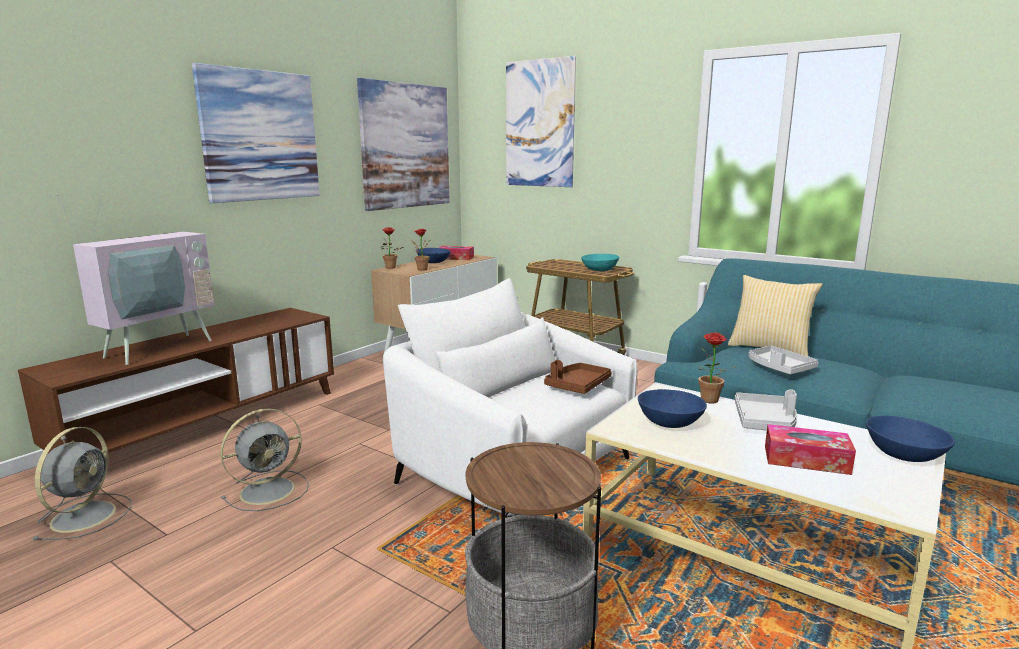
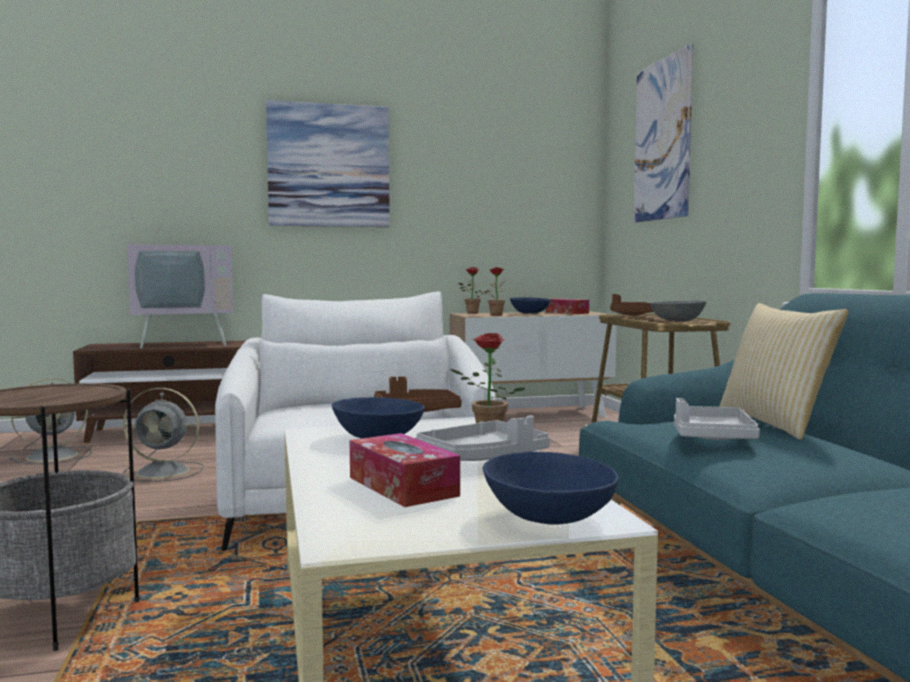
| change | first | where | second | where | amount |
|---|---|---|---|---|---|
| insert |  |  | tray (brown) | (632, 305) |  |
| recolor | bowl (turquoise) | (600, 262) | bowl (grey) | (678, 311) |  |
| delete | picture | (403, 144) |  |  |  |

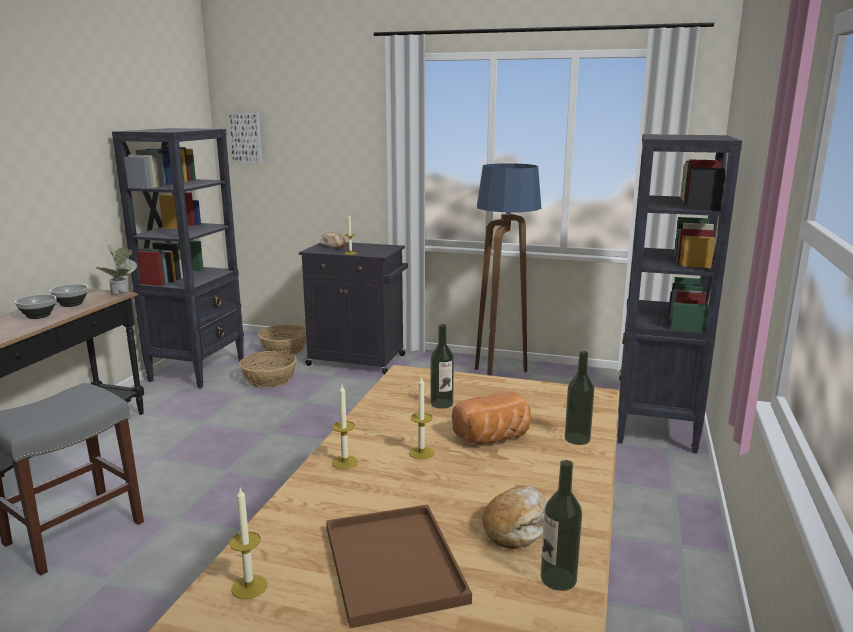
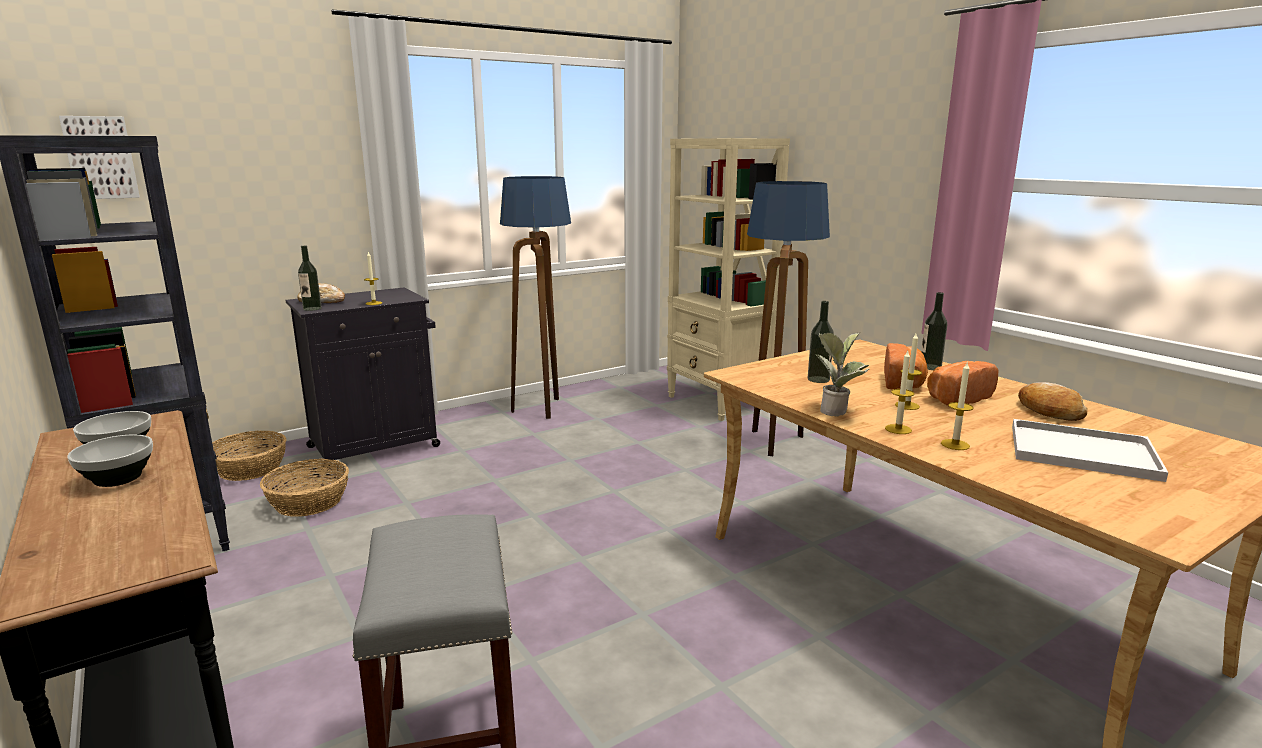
| change | first | where | second | where | amount |
|---|---|---|---|---|---|
| move | bottle | (561, 525) |  | (310, 278) |  |
| recolor | bookcase (black) | (679, 293) | bookcase (beige) | (728, 279) |  |
| insert |  |  | floor lamp | (788, 318) |  |
| move | potted plant | (116, 269) |  | (842, 374) |  |
| insert |  |  | bread | (963, 383) |  |
| move | candle | (248, 543) |  | (957, 405) |  |
| recolor | tray (brown) | (399, 566) | tray (white) | (1090, 450) |  |

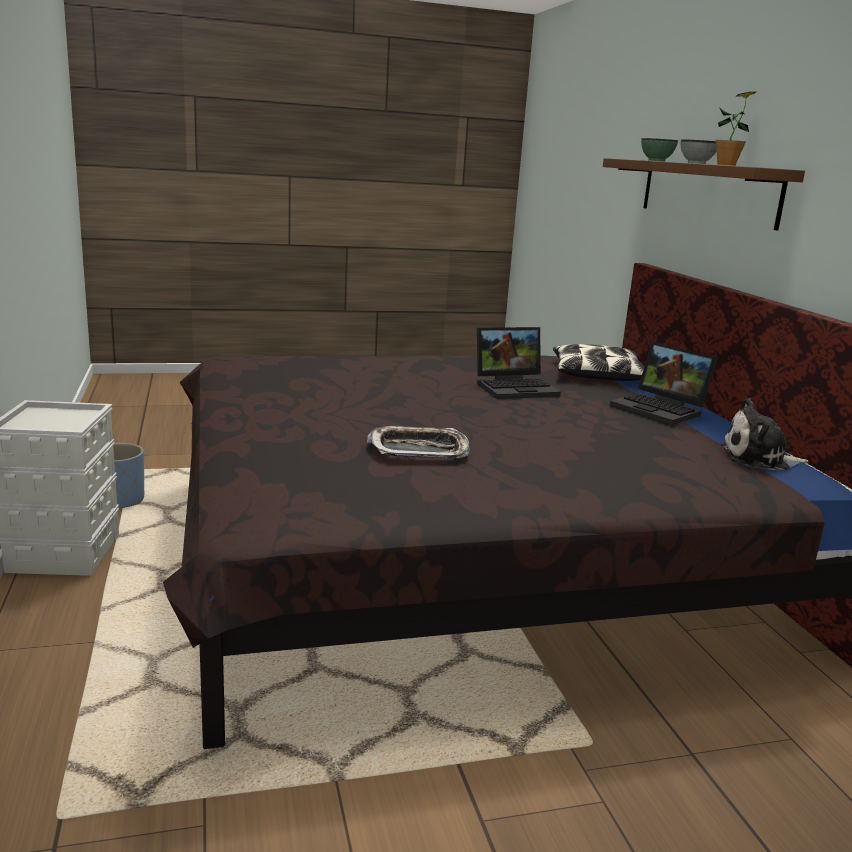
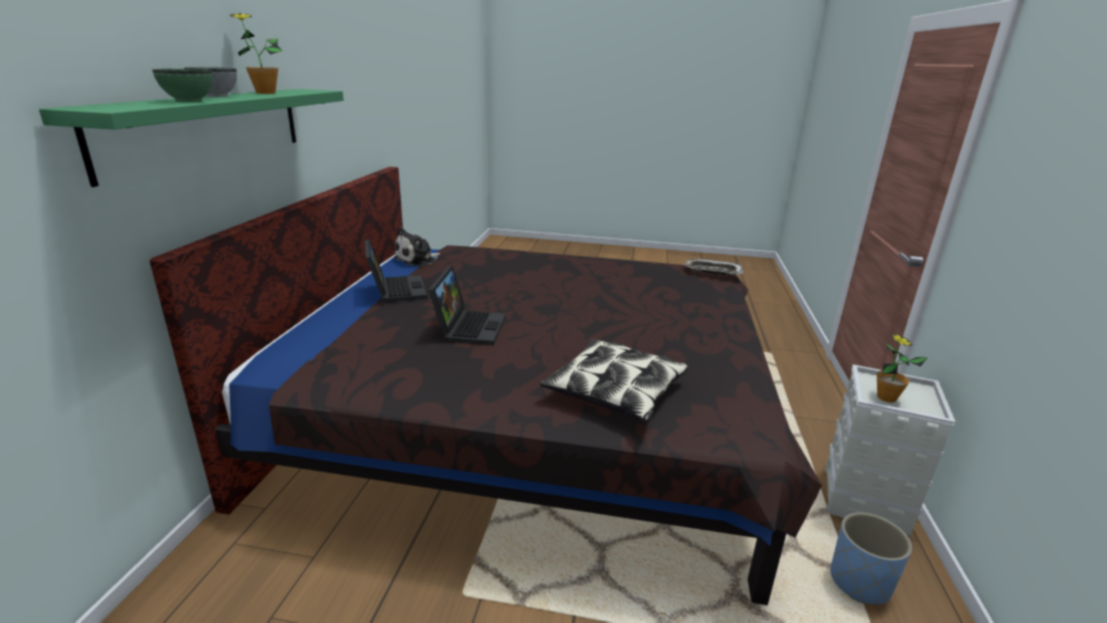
| change | first | where | second | where | amount |
|---|---|---|---|---|---|
| recolor | shelf (brown) | (704, 194) | shelf (green) | (191, 138) |  |
| rotate | plush toy | (764, 434) |  | (417, 246) | 105 degrees clockwise |
| rotate | laptop | (519, 363) |  | (467, 305) | 90 degrees clockwise |
| move | pillow | (598, 362) |  | (614, 380) |  |
| move | tray | (418, 442) |  | (714, 267) |  |
| insert |  |  | potted plant | (902, 368) |  |

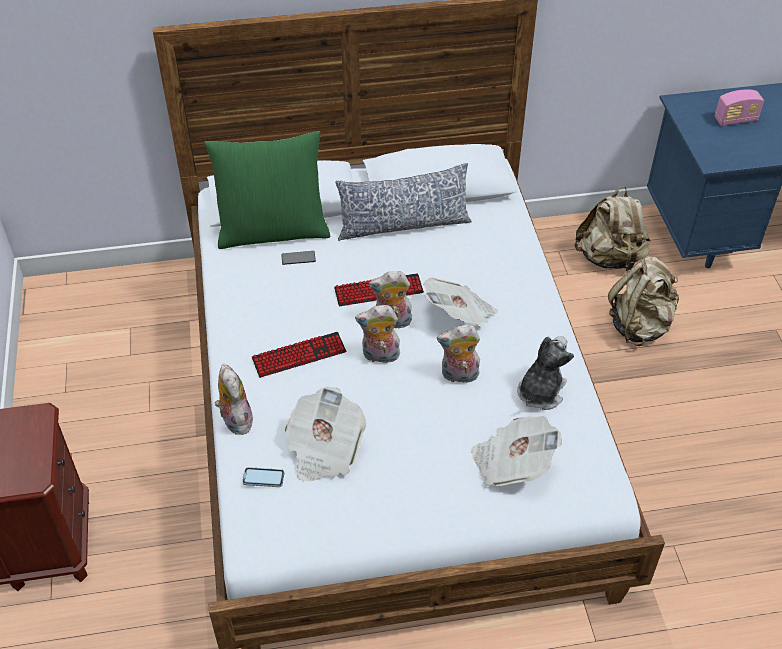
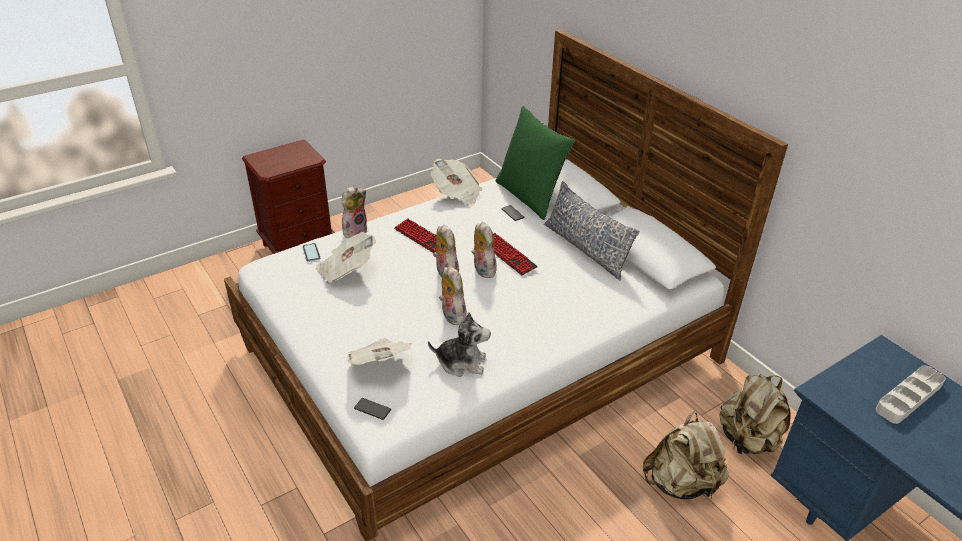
| change | first | where | second | where | amount |
|---|---|---|---|---|---|
| insert |  |  | phone | (372, 409) |  |
| move | newspaper | (460, 302) |  | (456, 182) |  |
| replace | radio | (739, 107) | tray (grey) | (911, 395) |  |

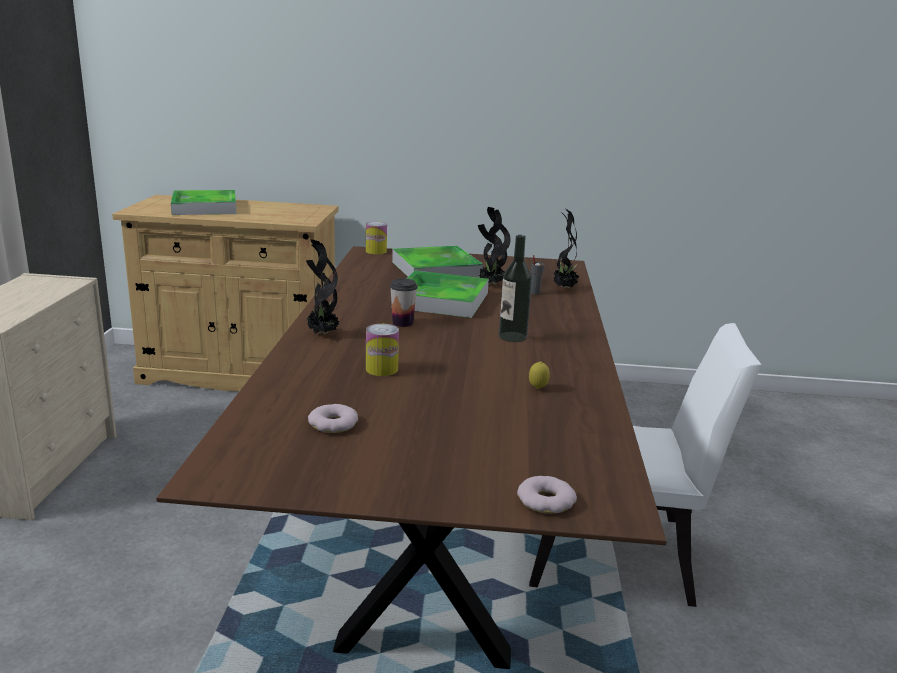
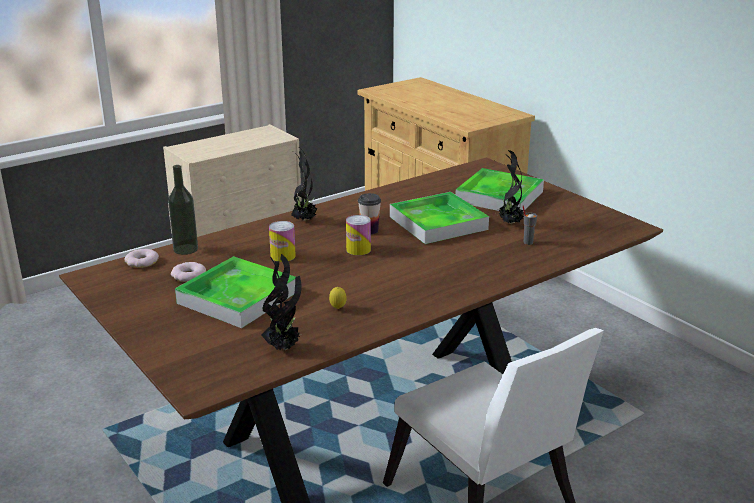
| change | first | where | second | where | amount |
|---|---|---|---|---|---|
| move | donut | (547, 495) |  | (141, 258) |  |
| move | bottle | (515, 288) |  | (183, 210) |  |
| move | tray | (204, 202) |  | (235, 292) |  |
| move | potted plant | (564, 249) |  | (282, 302) |  |
| move | can | (376, 237) |  | (358, 235) |  |

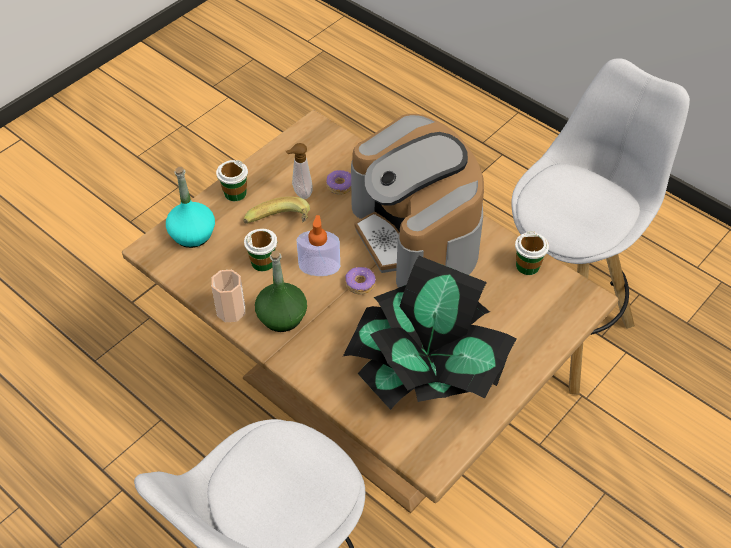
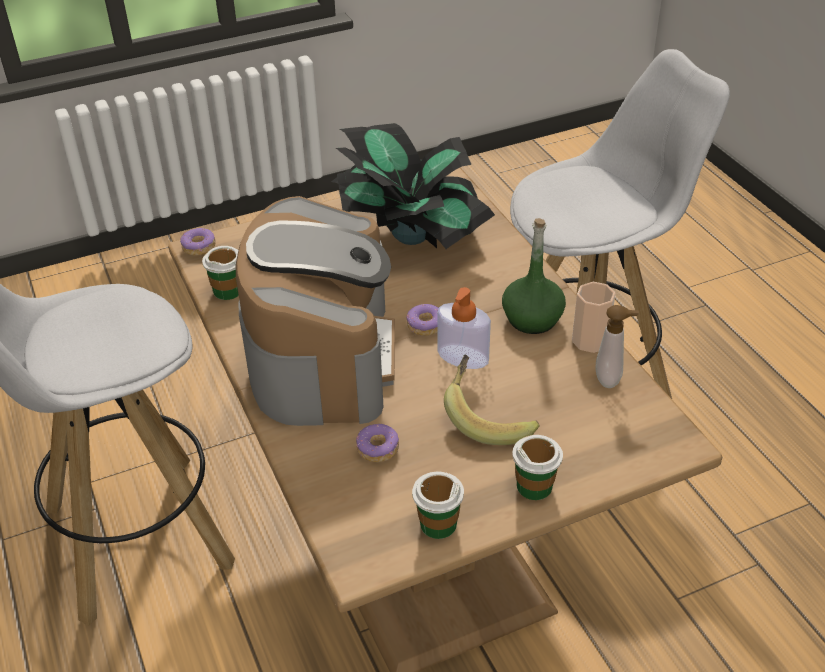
| change | first | where | second | where | amount |
|---|---|---|---|---|---|
| insert |  |  | donut | (198, 242) |  |
| move | cup | (260, 250) |  | (438, 505) |  |
| move | soap dispenser | (299, 171) |  | (617, 346) |  |
| delete | bottle (turquoise) | (190, 207) |  |  |  |

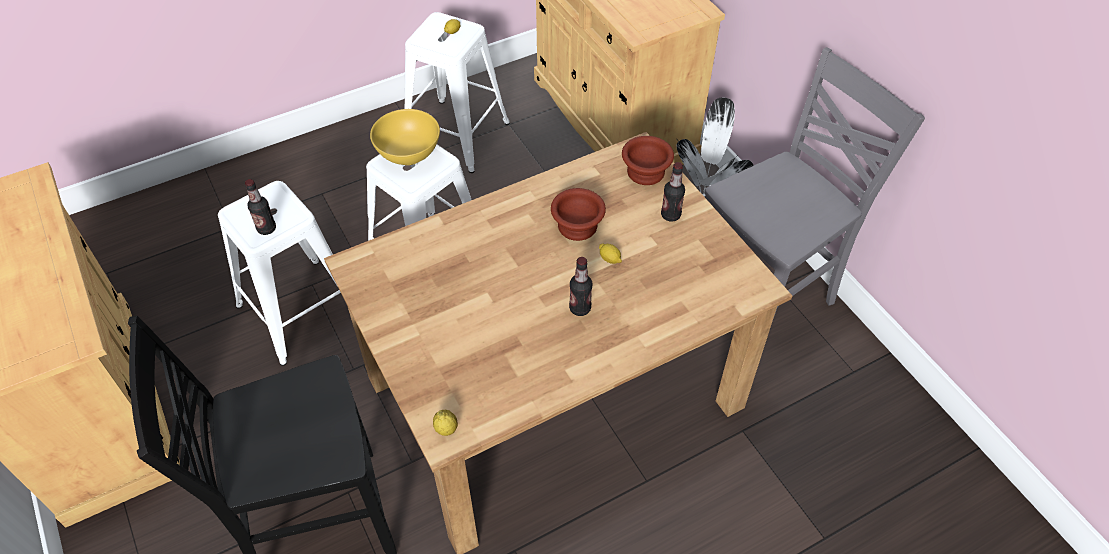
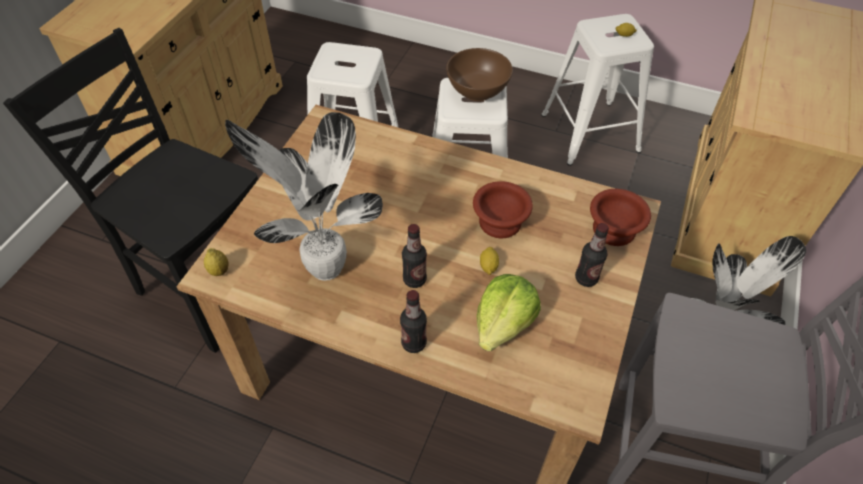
| change | first | where | second | where | amount |
|---|---|---|---|---|---|
| insert |  |  | potted plant | (304, 196) |  |
| move | bottle | (260, 207) |  | (413, 321) |  |
| recolor | bowl (yellow) | (405, 137) | bowl (brown) | (479, 74) |  |
| insert |  |  | lettuce | (509, 312) |  |

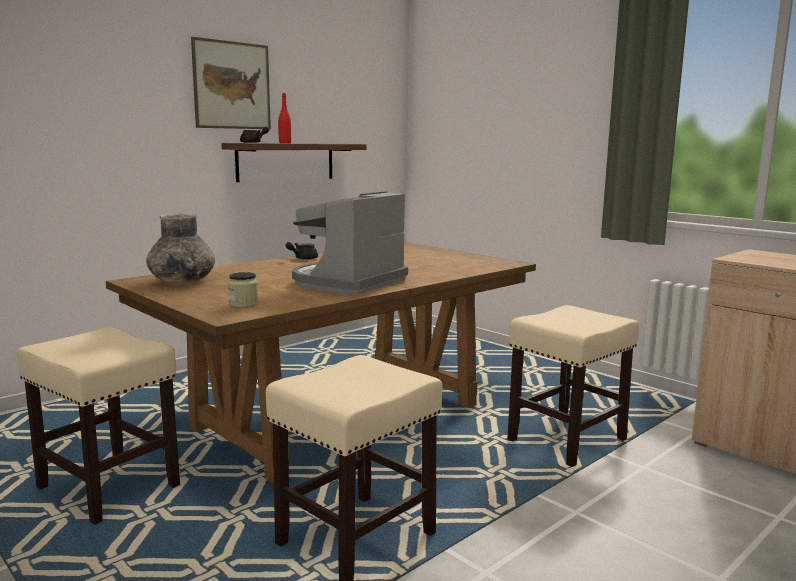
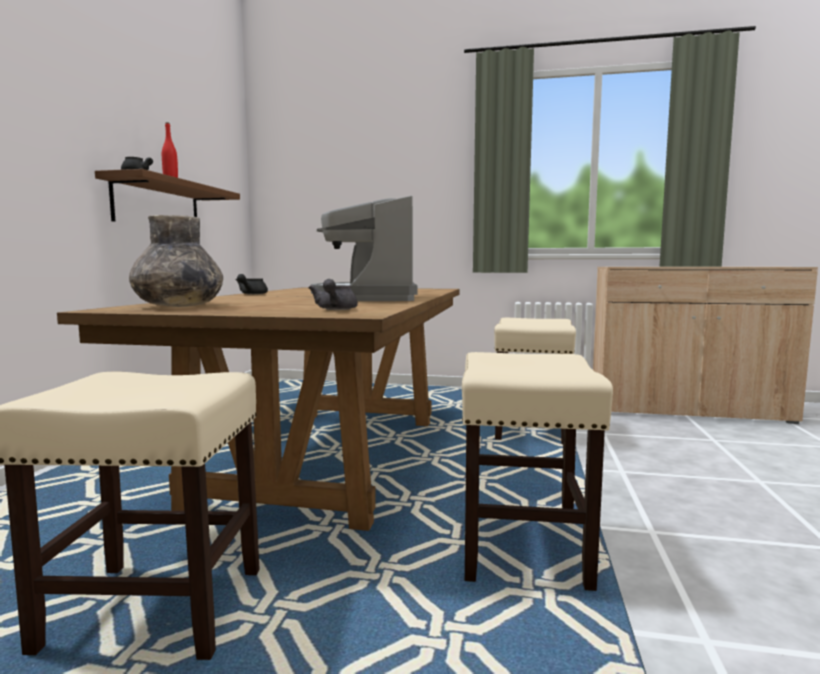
| change | first | where | second | where | amount |
|---|---|---|---|---|---|
| replace | jar | (243, 290) | teapot (grey) | (333, 294) |  |
| delete | picture | (231, 83) |  |  |  |

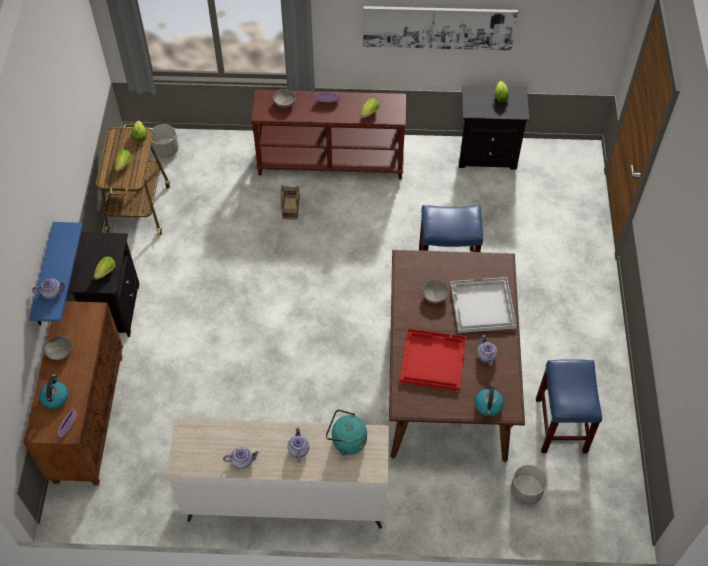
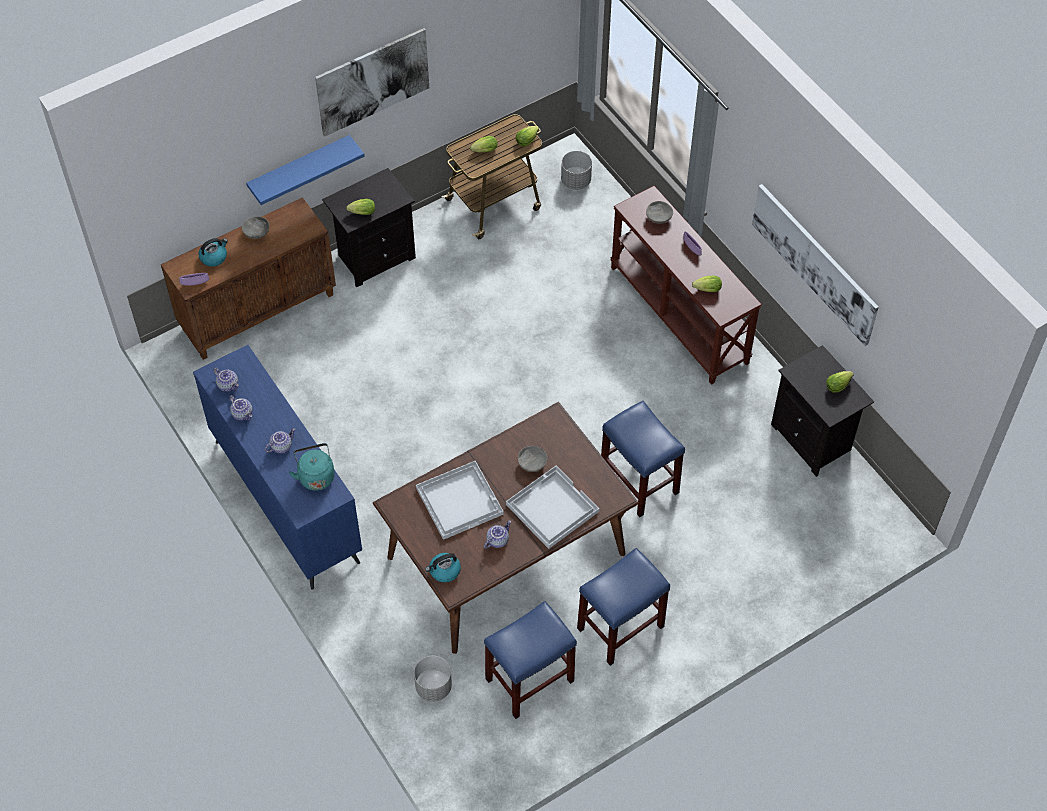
| change | first | where | second | where | amount |
|---|---|---|---|---|---|
| recolor | dresser (beige) | (278, 473) | dresser (blue) | (277, 467) |  |
| move | teapot | (49, 289) |  | (226, 380) |  |
| insert |  |  | picture | (372, 82) |  |
| recolor | tray (red) | (432, 359) | tray (white) | (460, 500) |  |
| insert |  |  | stool (blue) | (623, 607) |  |
| delete | basket | (290, 202) |  |  |  |

